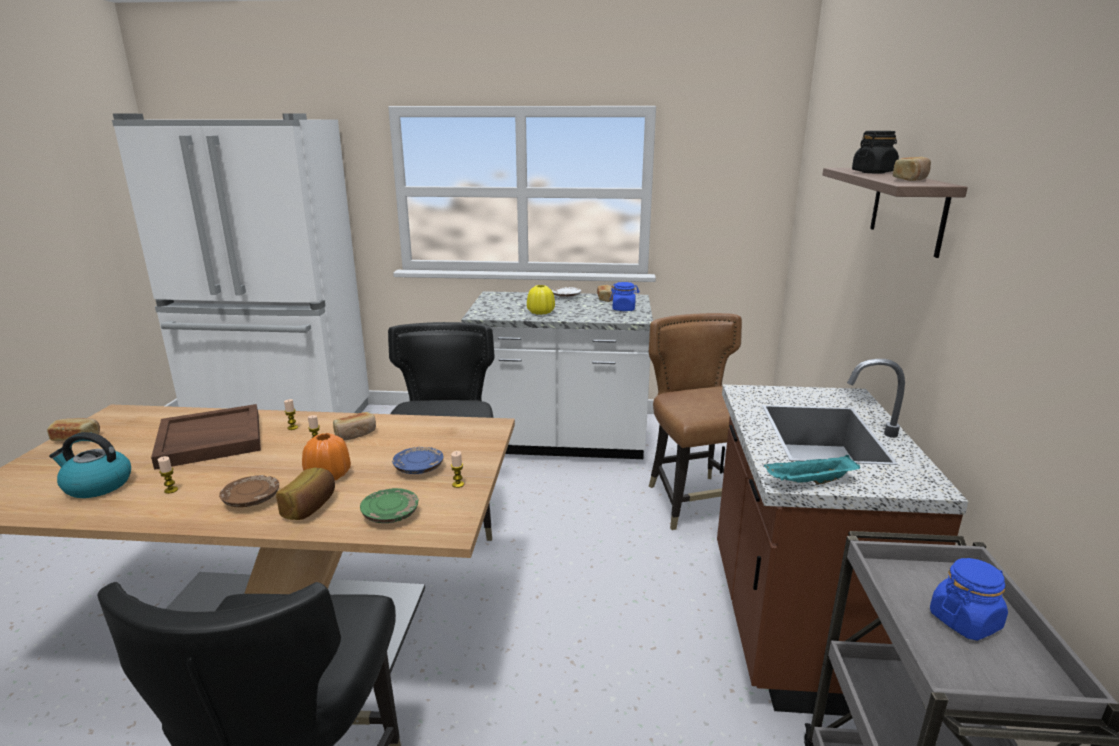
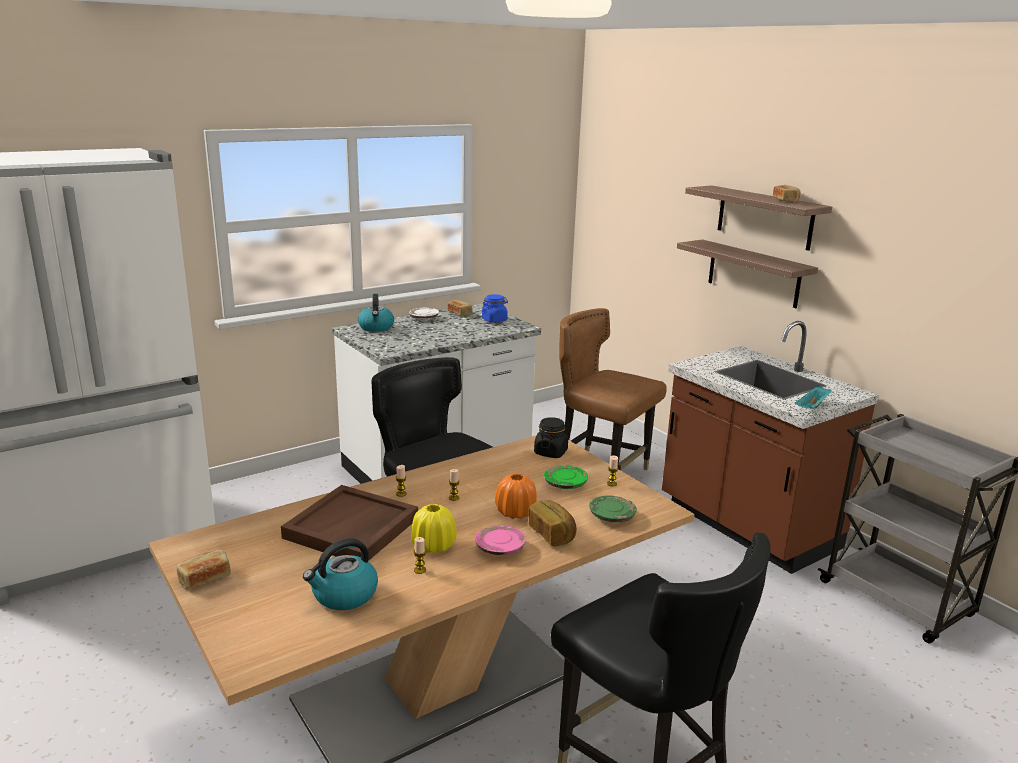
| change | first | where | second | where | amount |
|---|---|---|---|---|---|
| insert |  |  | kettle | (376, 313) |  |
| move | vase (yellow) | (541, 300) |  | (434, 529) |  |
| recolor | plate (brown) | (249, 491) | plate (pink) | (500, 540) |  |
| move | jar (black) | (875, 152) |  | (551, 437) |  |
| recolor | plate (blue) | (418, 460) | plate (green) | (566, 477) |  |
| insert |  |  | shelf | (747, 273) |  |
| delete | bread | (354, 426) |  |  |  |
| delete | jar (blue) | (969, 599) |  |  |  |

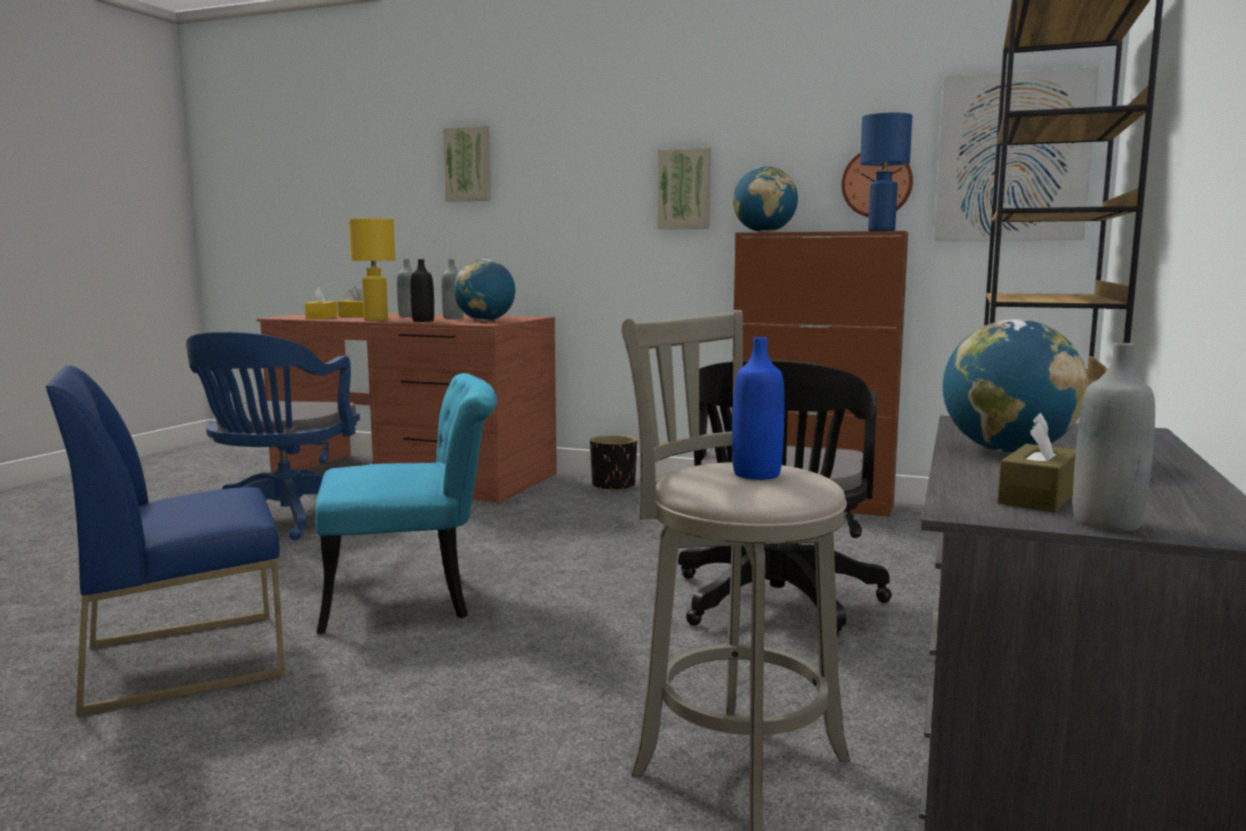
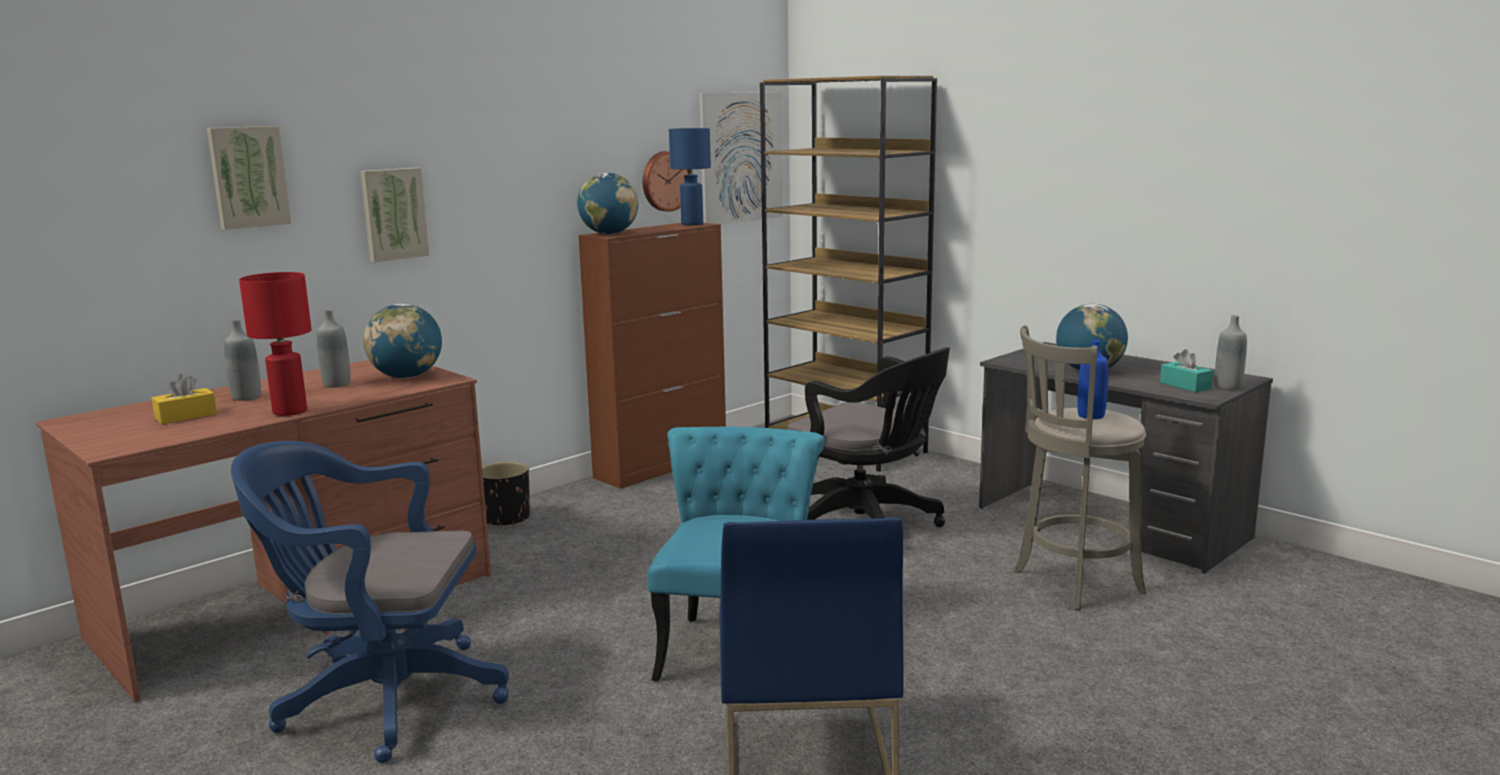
| change | first | where | second | where | amount |
|---|---|---|---|---|---|
| rotate | office chair (blue) | (273, 435) |  | (370, 602) | 150 degrees clockwise |
| recolor | table lamp (yellow) | (372, 269) | table lamp (red) | (275, 344) |  |
| move | picture | (684, 188) |  | (394, 215) |  |
| recolor | tissue box (brown) | (1036, 463) | tissue box (turquoise) | (1186, 370) |  |
| delete | tissue box (yellow) | (321, 303) |  |  |  |
| delete | bottle (black) | (422, 290) |  |  |  |

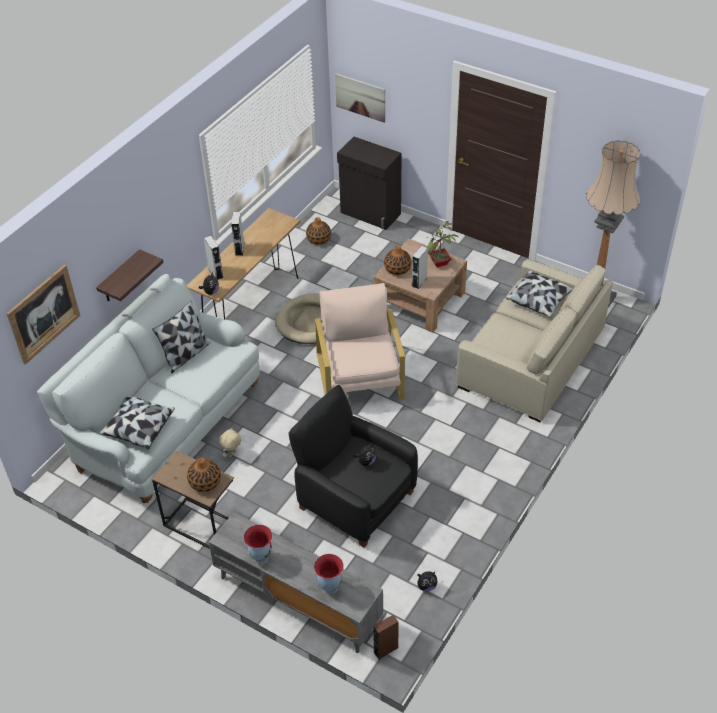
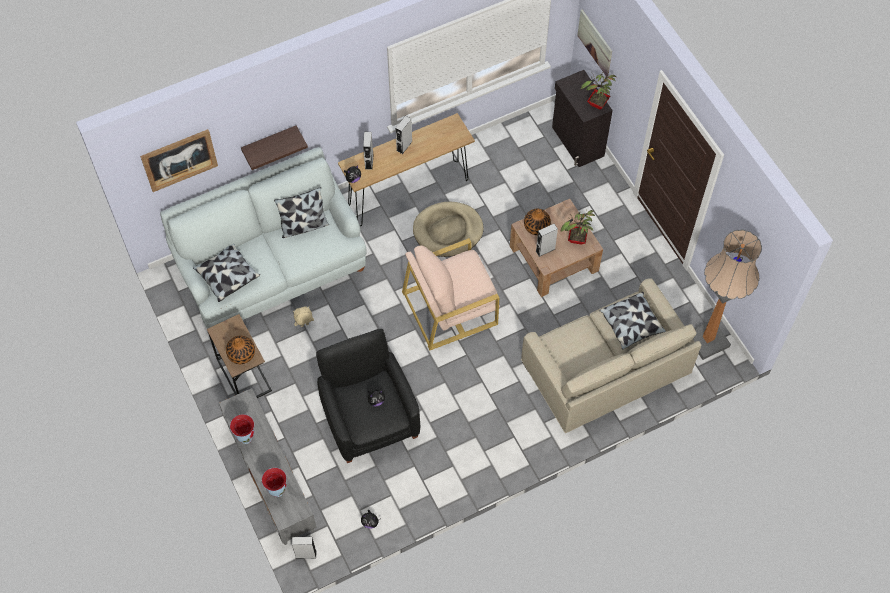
| change | first | where | second | where | amount |
|---|---|---|---|---|---|
| recolor | speaker (brown) | (386, 637) | speaker (grey) | (304, 548) |  |
| rotate | armchair (beige) | (360, 341) |  | (451, 294) | 135 degrees counterclockwise |
| insert |  |  | potted plant | (598, 91) |  |
| delete | vase | (318, 231) |  |  |  |

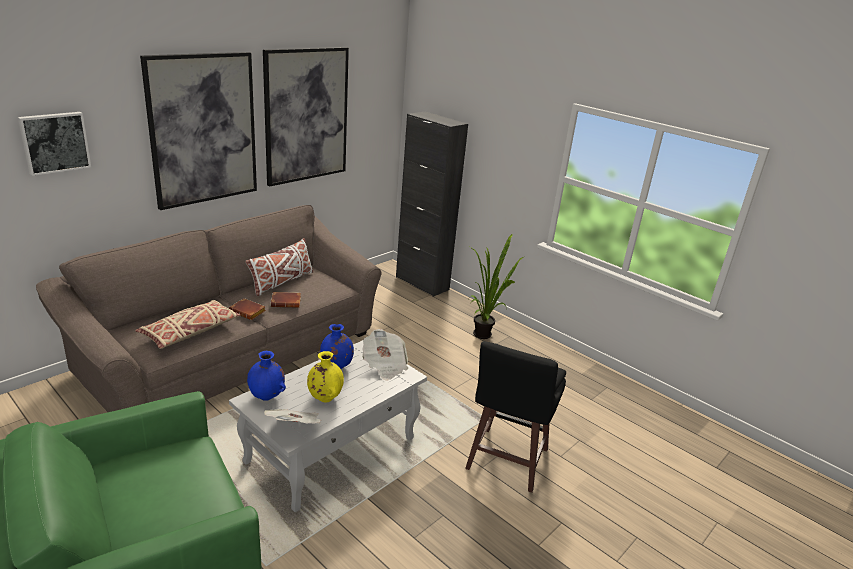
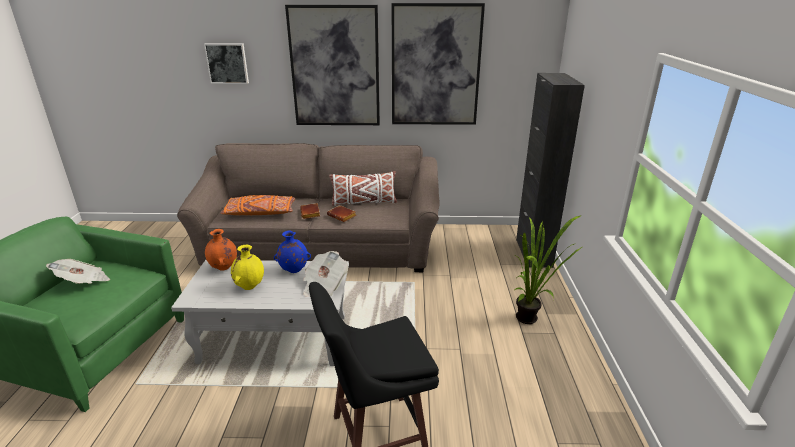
| change | first | where | second | where | amount |
|---|---|---|---|---|---|
| move | newspaper | (292, 416) |  | (78, 271) |  |
| recolor | vase (blue) | (266, 376) | vase (orange) | (221, 250) |  |
| recolor | pillow (beige) | (187, 324) | pillow (orange) | (257, 205) |  |

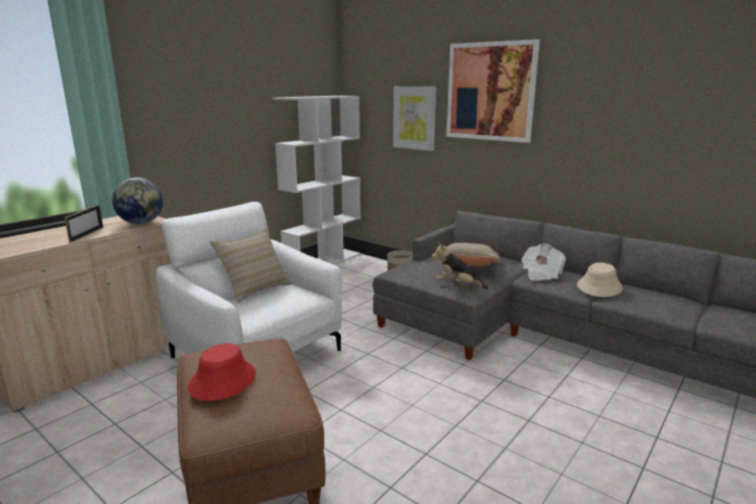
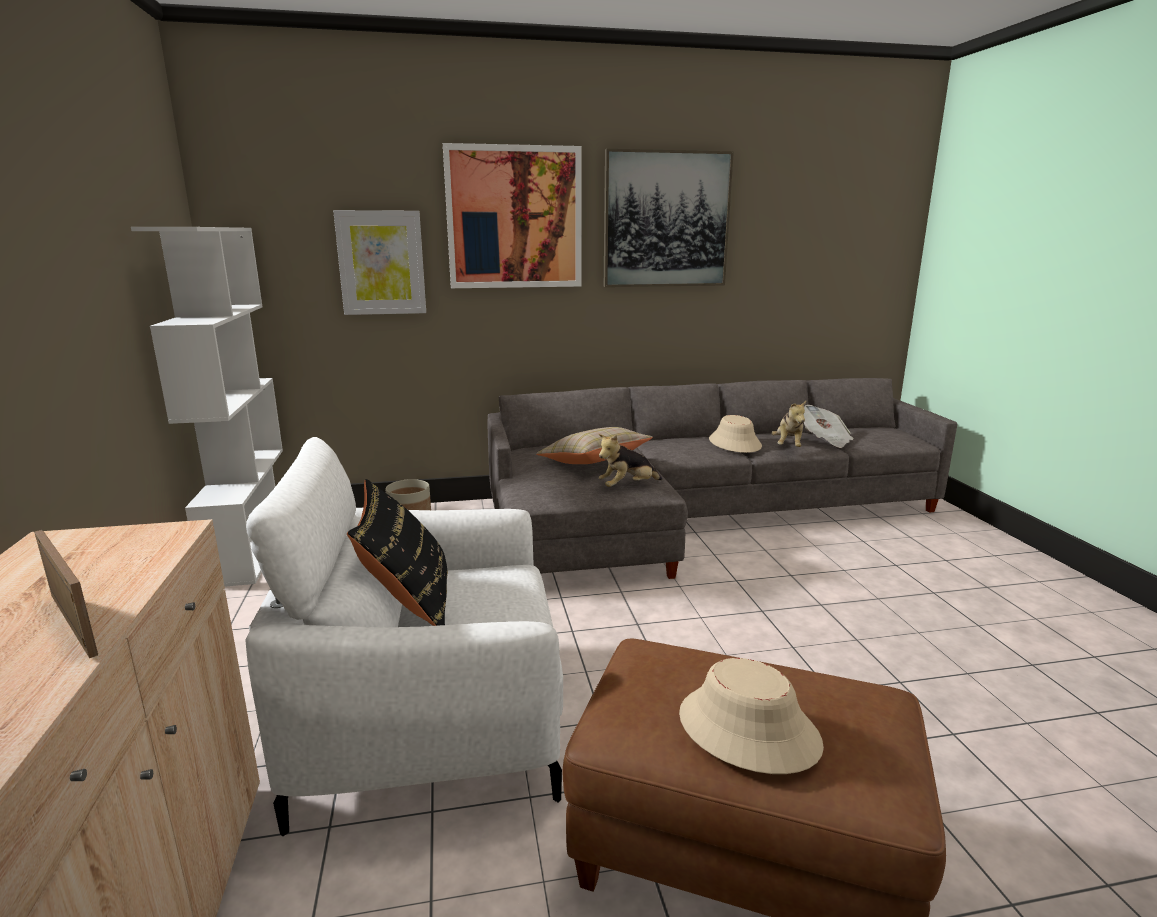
| change | first | where | second | where | amount |
|---|---|---|---|---|---|
| recolor | pillow (beige) | (251, 265) | pillow (black) | (397, 552) |  |
| insert |  |  | picture | (669, 218) |  |
| recolor | hat (red) | (222, 372) | hat (beige) | (751, 716) |  |
| insert |  |  | plush toy | (789, 423) |  |
| move | newspaper | (543, 262) |  | (829, 426) |  |
| delete | globe | (137, 200) |  |  |  |

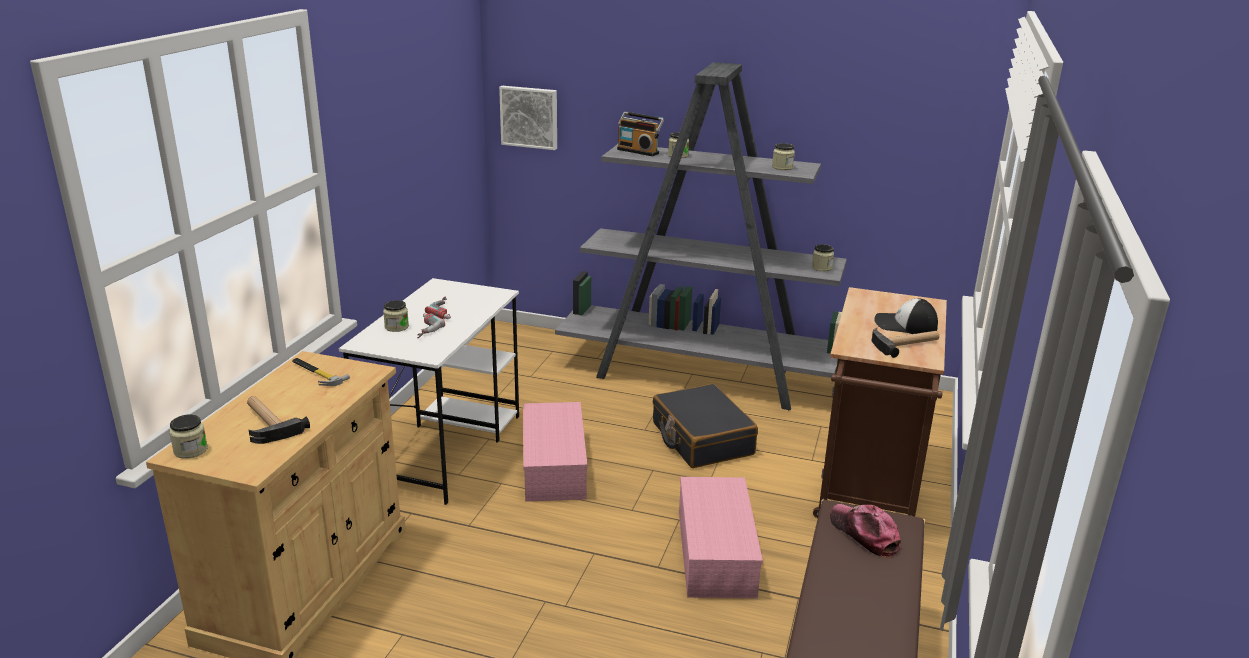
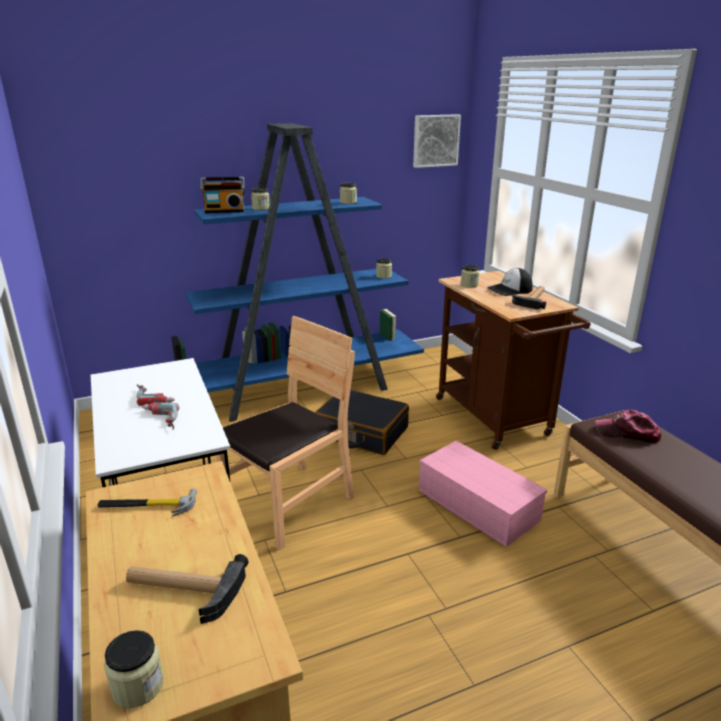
| change | first | where | second | where | amount |
|---|---|---|---|---|---|
| recolor | bookcase (grey) | (701, 236) | bookcase (blue) | (297, 272) |  |
| replace | storage box (pink) | (555, 452) | chair (brown) | (286, 433) |  |
| move | picture | (528, 118) |  | (437, 141) |  |
| move | jar | (396, 316) |  | (470, 276) |  |

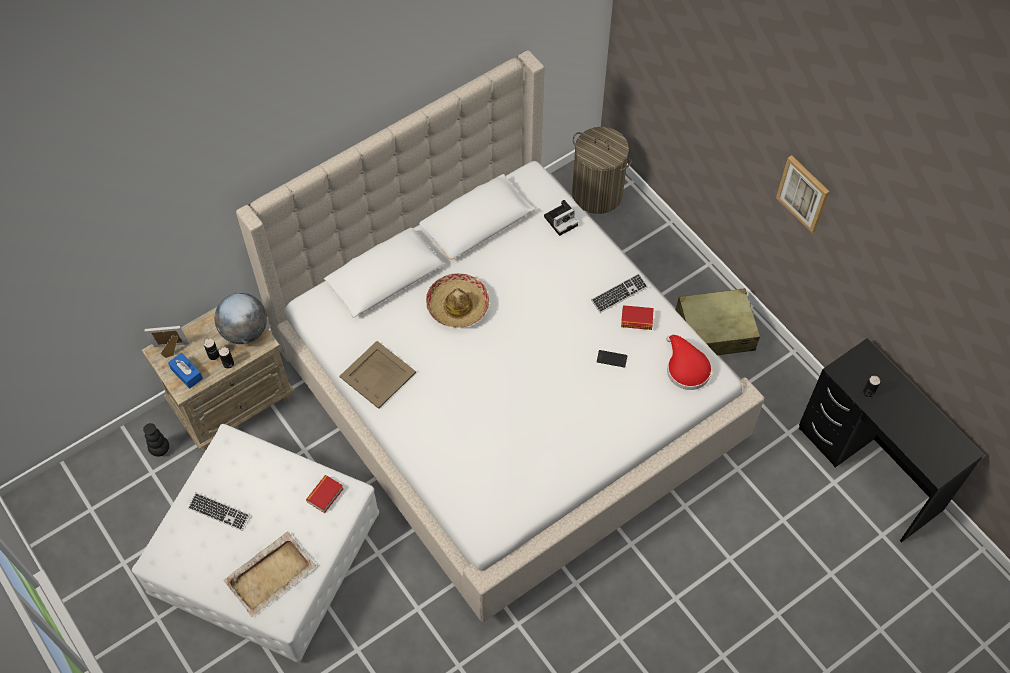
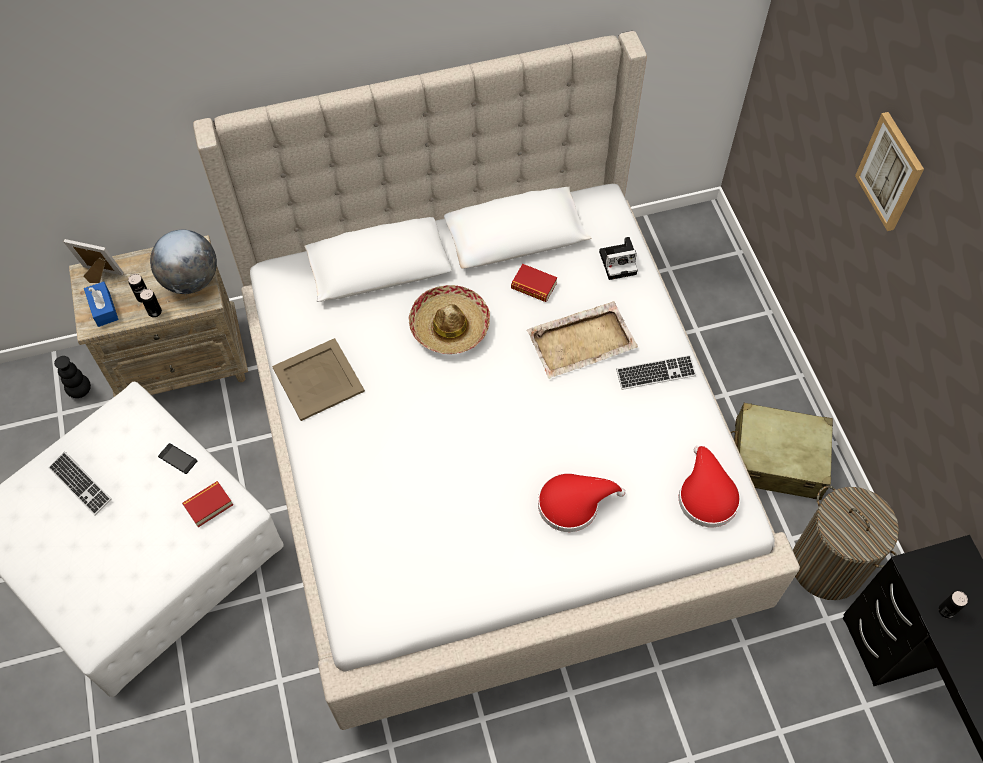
| change | first | where | second | where | amount |
|---|---|---|---|---|---|
| move | phone | (612, 359) |  | (177, 458) |  |
| move | book | (637, 317) |  | (534, 283) |  |
| move | tray (beige) | (269, 574) |  | (582, 340) |  |
| insert |  |  | hat (red) | (581, 502) |  |
| move | laundry basket | (602, 170) |  | (846, 543) |  |
| move | picture | (803, 194) |  | (889, 171) |  |

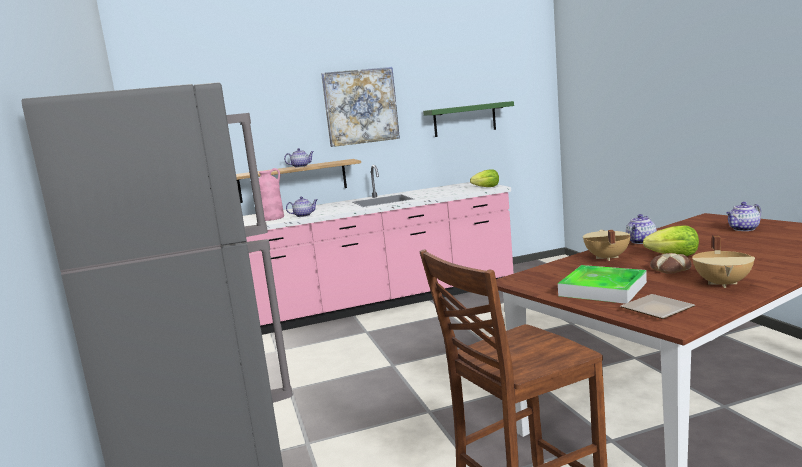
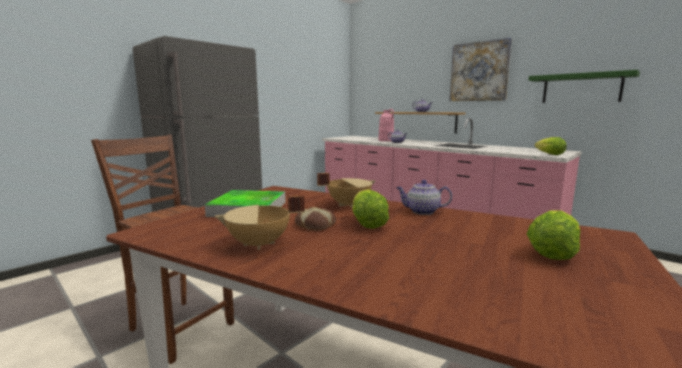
| change | first | where | second | where | amount |
|---|---|---|---|---|---|
| replace | teapot | (743, 216) | lettuce | (553, 235) |  |
| delete | plate | (658, 306) |  |  |  |

